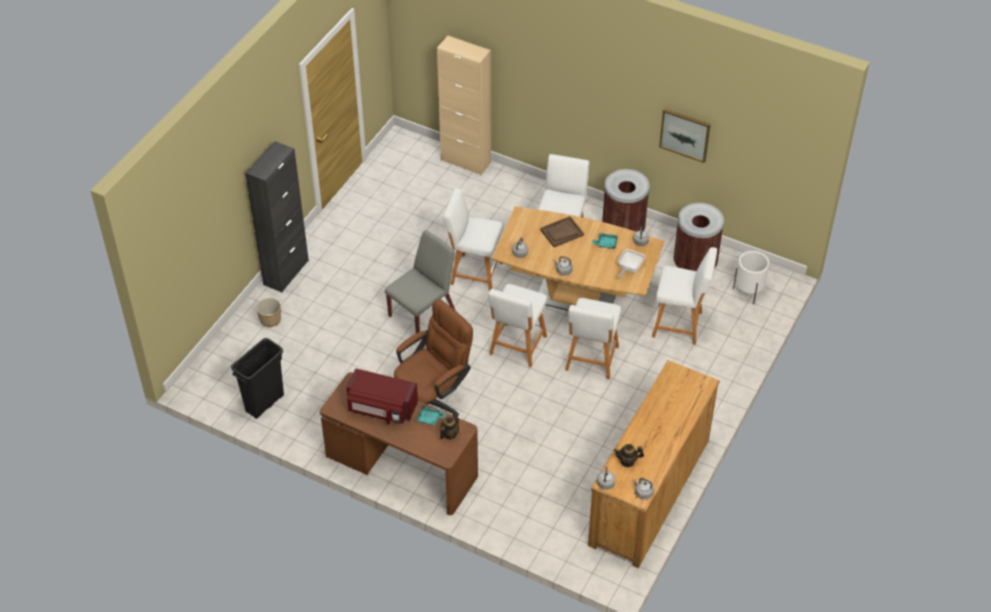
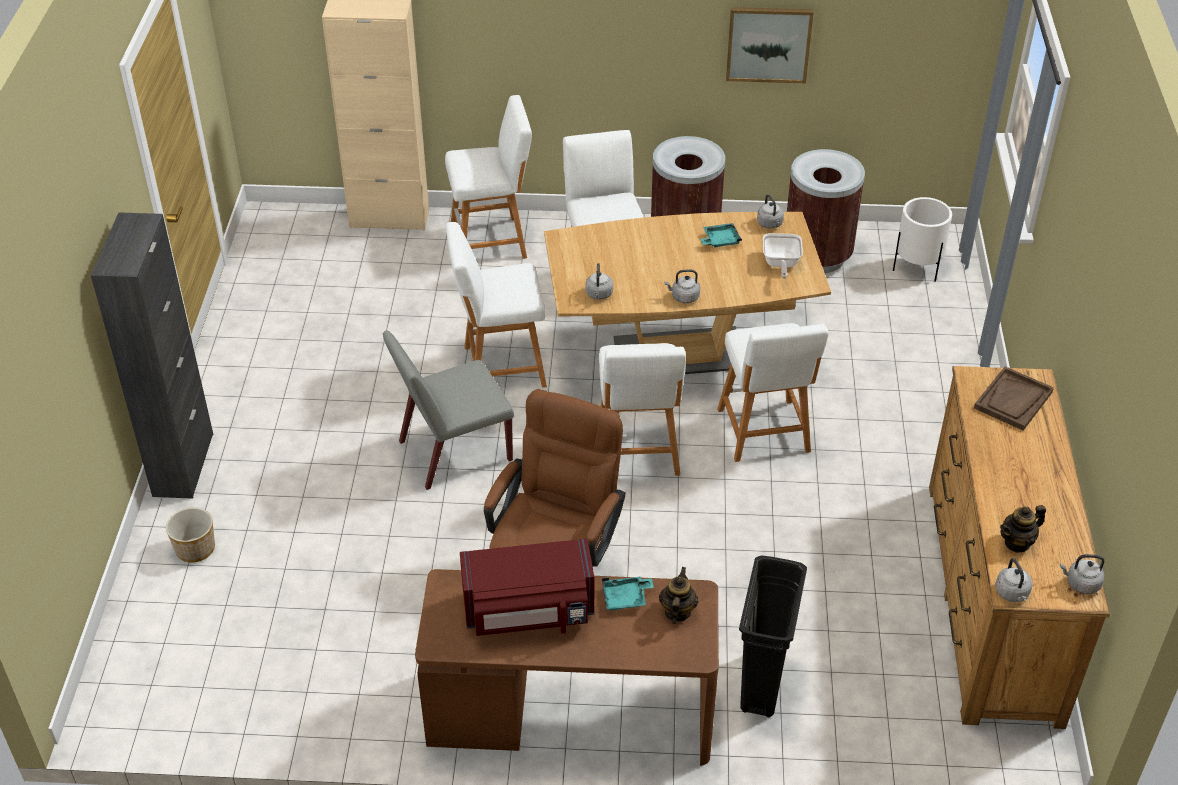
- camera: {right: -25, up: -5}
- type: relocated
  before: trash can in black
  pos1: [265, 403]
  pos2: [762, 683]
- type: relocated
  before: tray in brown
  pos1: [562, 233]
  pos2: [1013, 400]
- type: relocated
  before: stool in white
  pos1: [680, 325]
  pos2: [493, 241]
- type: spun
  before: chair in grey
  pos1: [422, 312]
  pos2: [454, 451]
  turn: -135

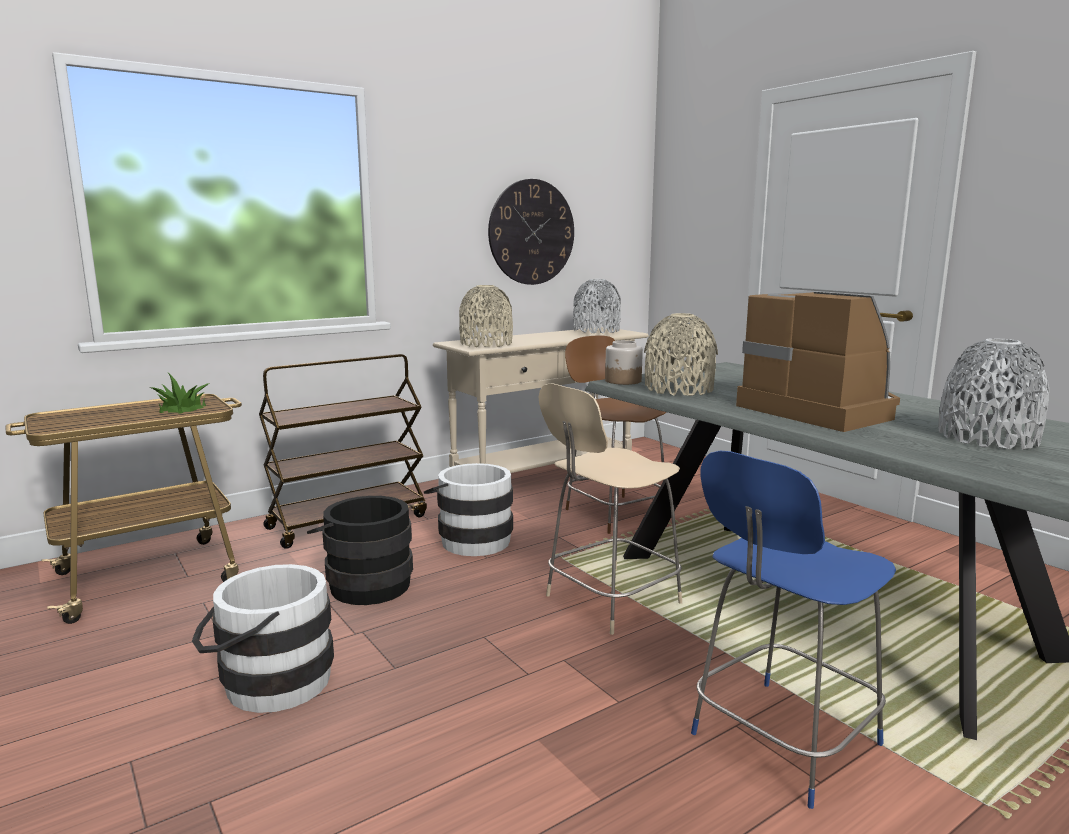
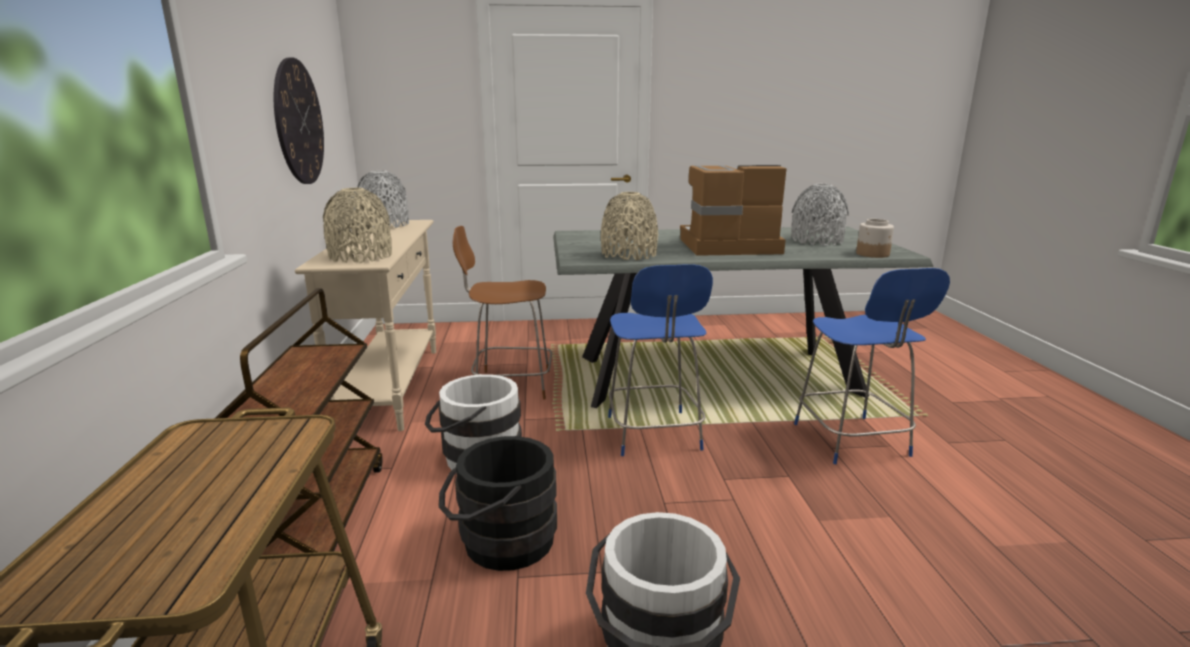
- camera: {right: -60, up: 5}
- type: missing
  before: potted plant
  pos1: [182, 408]
- type: relocated
  before: jar
  pos1: [623, 381]
  pos2: [873, 254]
- type: colour
  before: chair in beige
  after: chair in blue
  pos1: [609, 601]
  pos2: [654, 435]

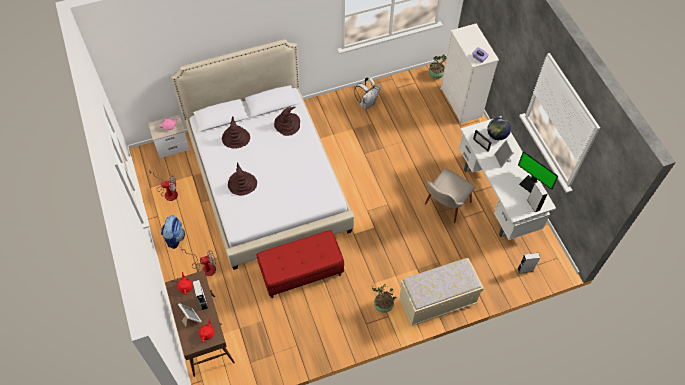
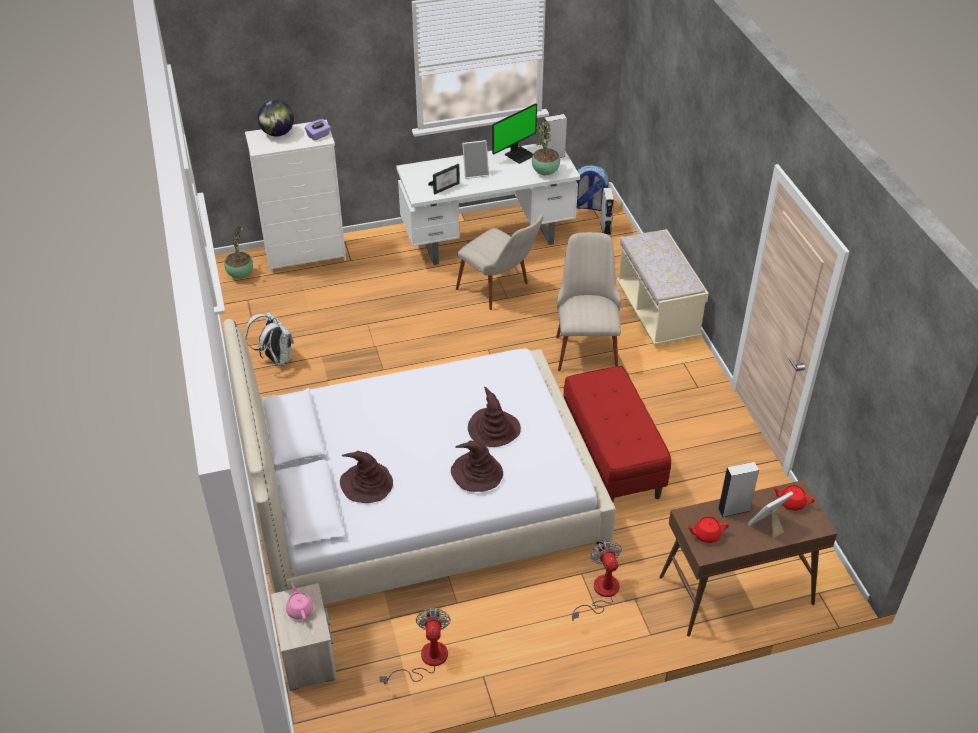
- camera: {right: -85, up: -15}
- type: appeared
  after: chair in beige
  pos2: [586, 345]
- type: relocated
  before: backpack
  pos1: [174, 238]
  pos2: [588, 206]
- type: relocated
  before: hat in brown
  pos1: [287, 124]
  pos2: [493, 429]
- type: relocated
  before: potted plant
  pos1: [382, 306]
  pos2: [545, 173]
- type: relocated
  before: globe
  pos1: [496, 135]
  pos2: [277, 133]

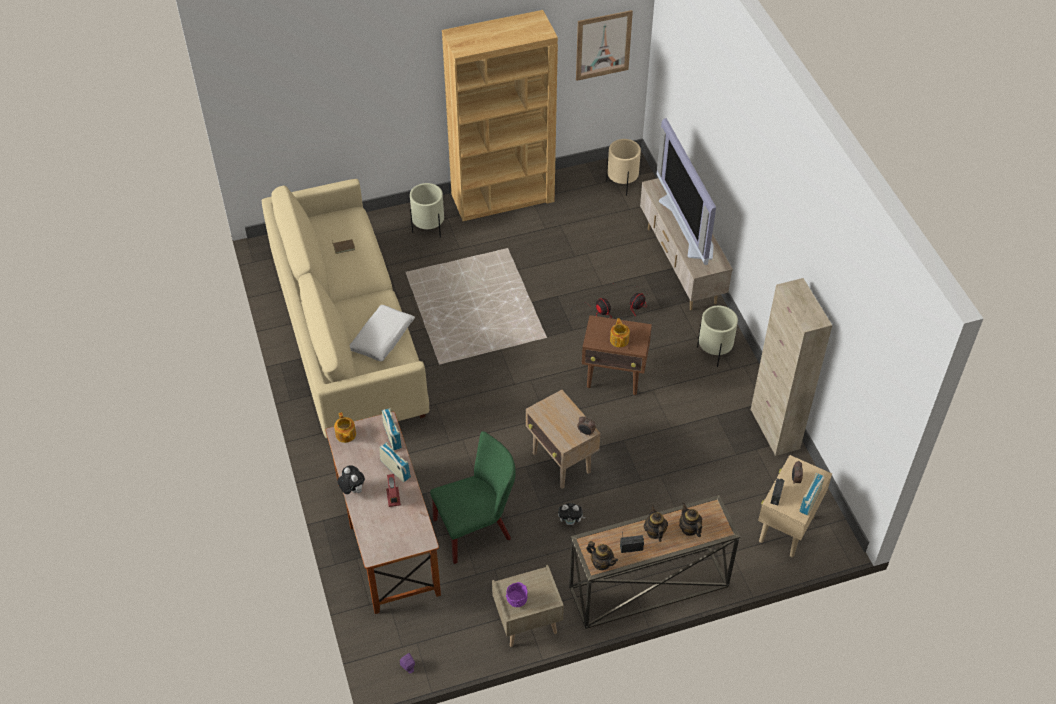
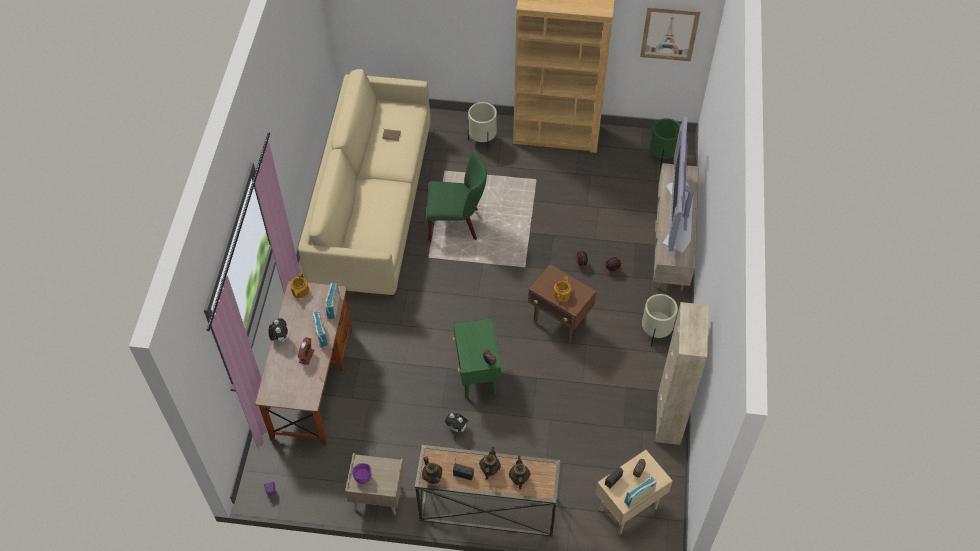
- camera: {right: 25, up: 5}
- type: missing
  before: pillow in white
  pos1: [382, 338]
- type: relocated
  before: chair in green
  pos1: [477, 528]
  pos2: [457, 223]
- type: colour
  before: side table in beige
  after: side table in green
  pos1: [561, 463]
  pos2: [477, 377]
- type: colour
  before: planter in beige
  after: planter in green
  pos1: [622, 184]
  pos2: [661, 157]

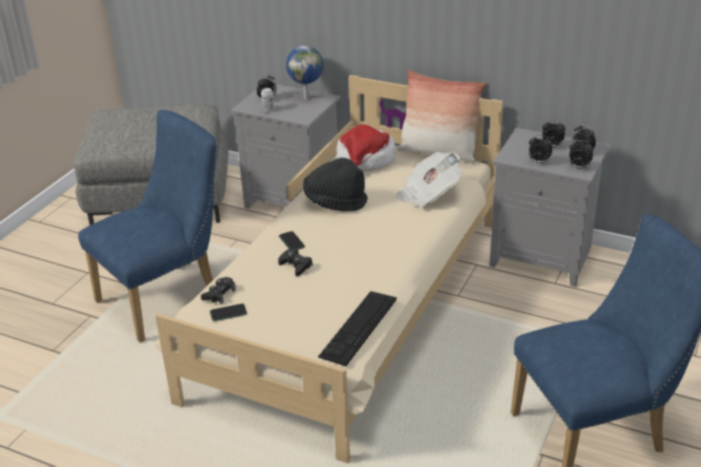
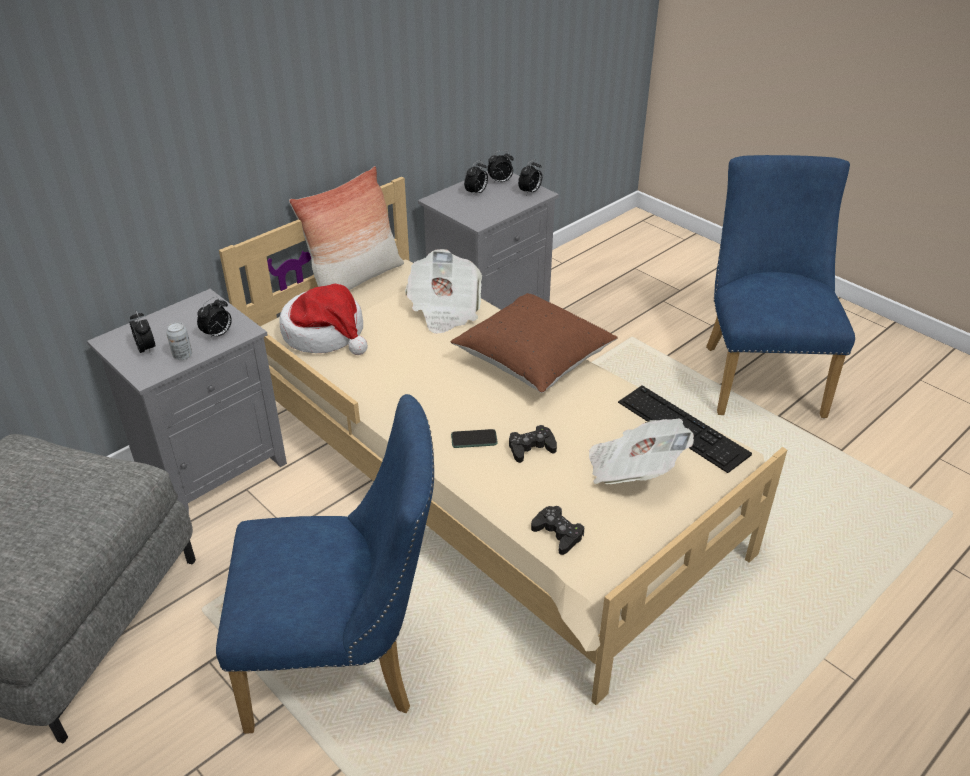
- camera: {right: -70, up: 5}
- type: missing
  before: phone
  pos1: [228, 313]
- type: missing
  before: globe
  pos1: [307, 97]
- type: missing
  before: hat in black
  pos1: [335, 202]
- type: appeared
  after: pillow in brown
  pos2: [533, 361]
- type: appeared
  after: newspaper
  pos2: [633, 470]
- type: relocated
  before: alarm clock
  pos1: [538, 162]
  pos2: [218, 335]
- type: spun
  before: chair in blue
  pos1: [167, 298]
  pos2: [346, 664]
  turn: 105

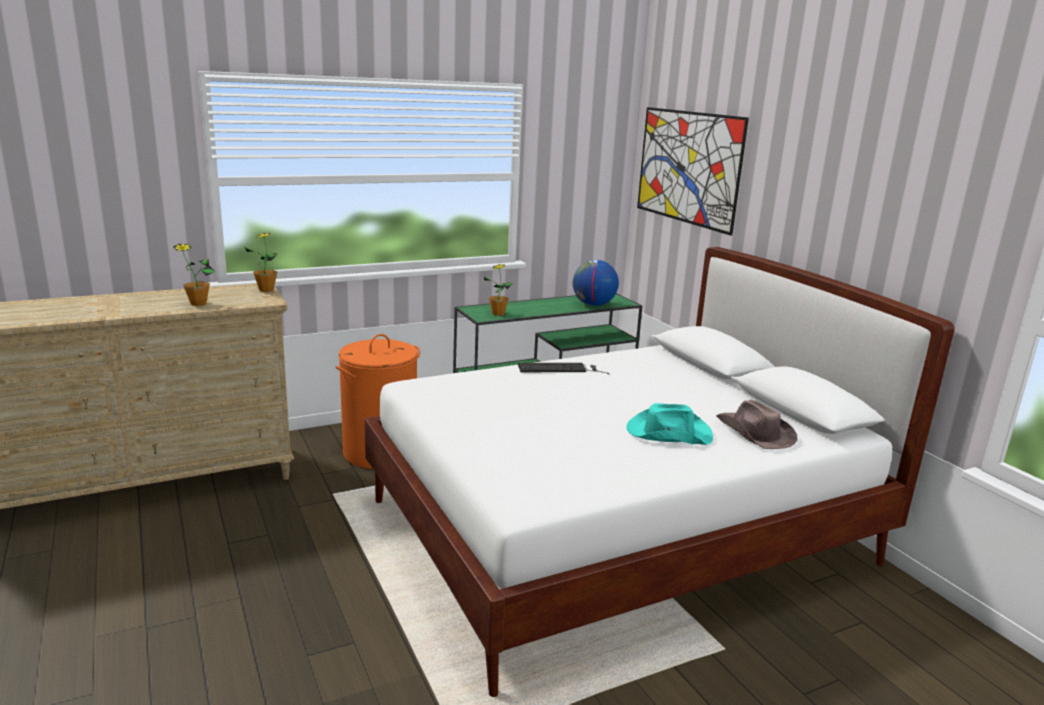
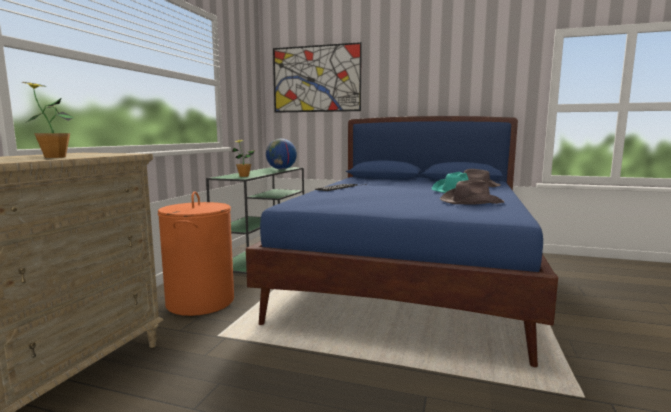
- camera: {right: -45, up: -10}
- type: missing
  before: potted plant
  pos1: [266, 290]
- type: appeared
  after: hat in brown
  pos2: [470, 202]
- type: colour
  before: bed in white
  after: bed in blue
  pos1: [619, 532]
  pos2: [410, 279]

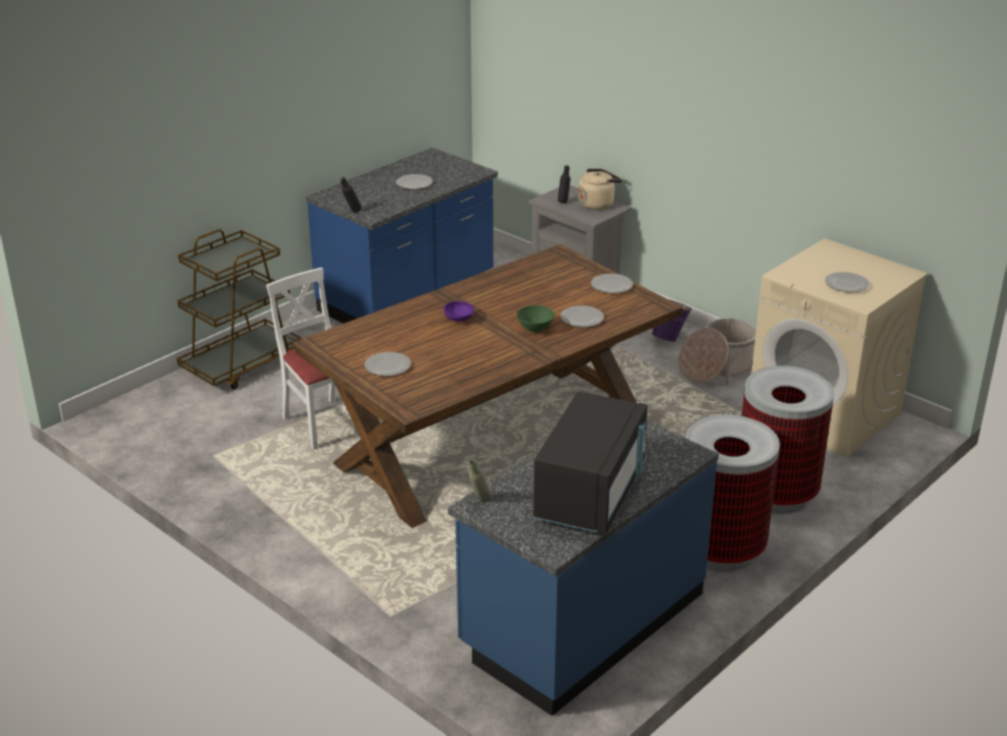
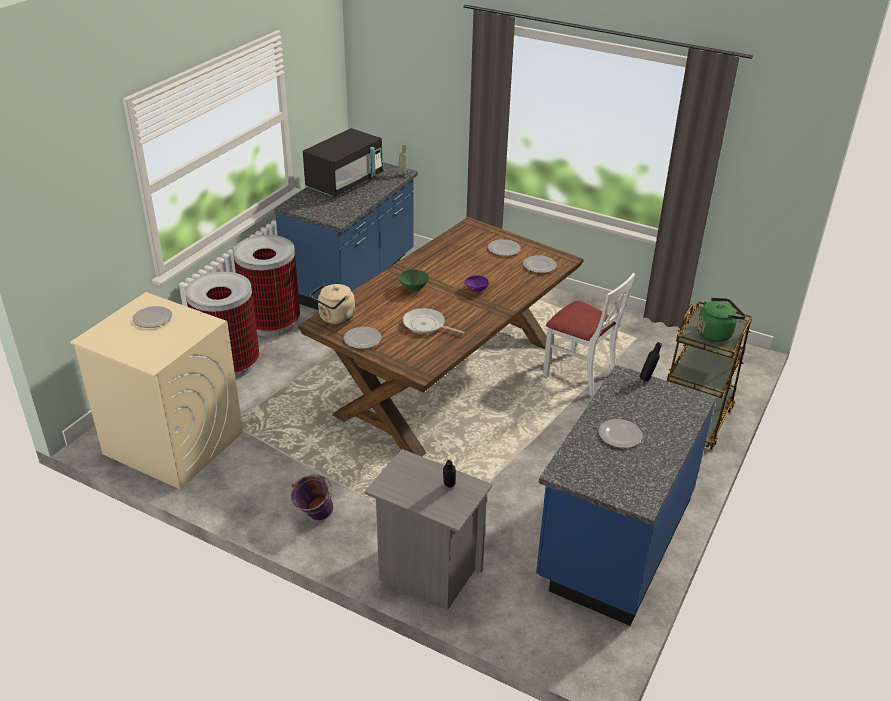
- camera: {right: 165, up: 5}
- type: missing
  before: basket
  pos1: [719, 367]
- type: appeared
  after: frying pan
  pos2: [426, 325]
- type: appeared
  after: kettle in green
  pos2: [716, 333]
- type: relocated
  before: plate
  pos1: [582, 318]
  pos2: [539, 266]
- type: relocated
  before: kettle in beige
  pos1: [597, 204]
  pos2: [335, 318]
- type: spun
  before: microwave in black
  pos1: [590, 494]
  pos2: [345, 182]
  turn: -150

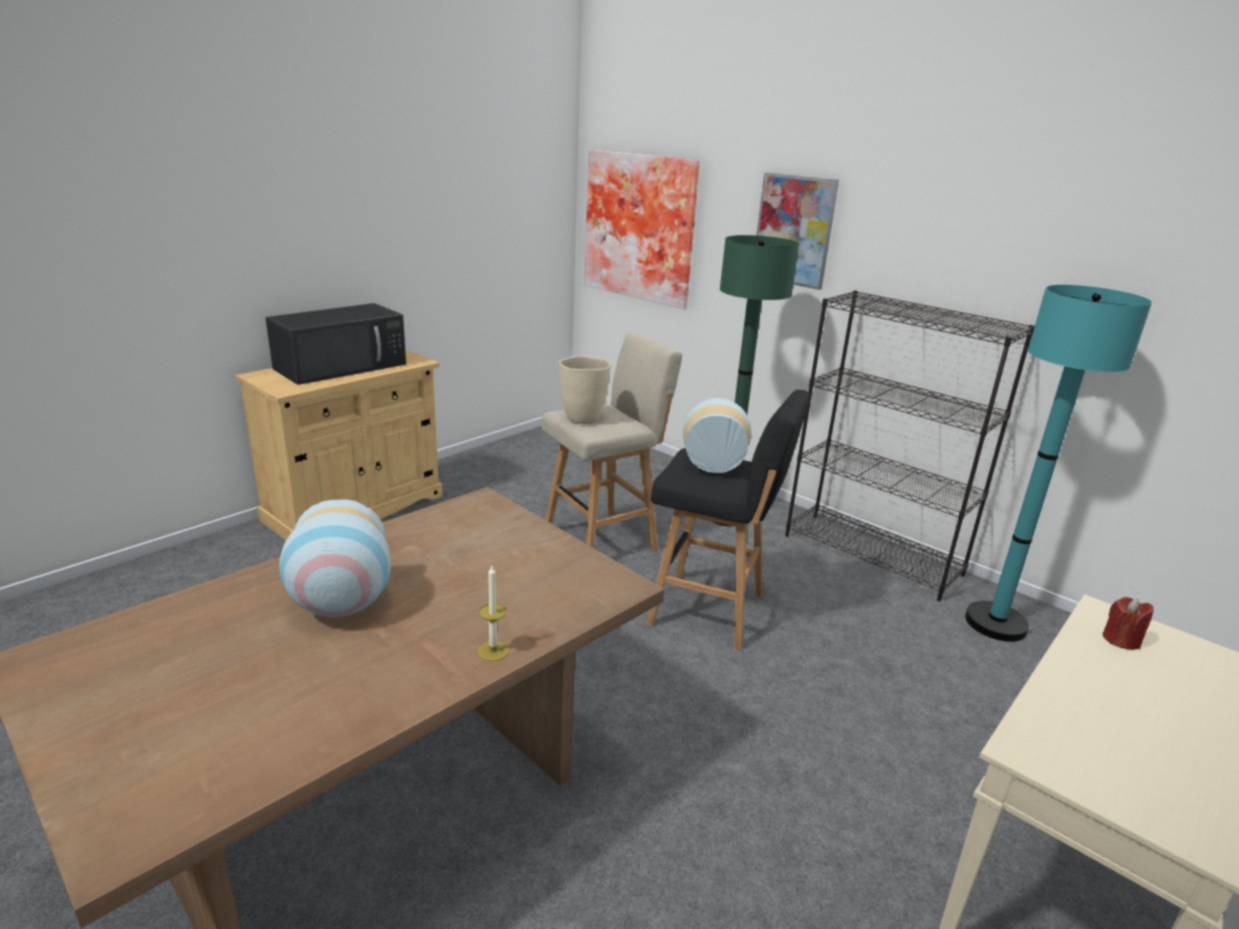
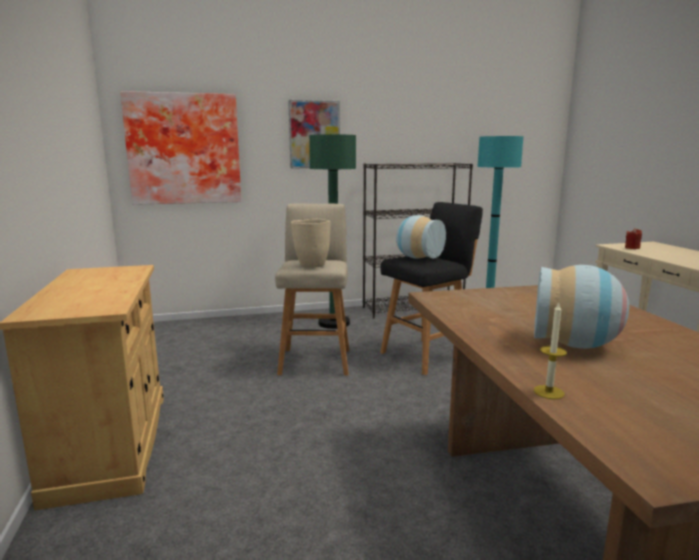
- camera: {right: -55, up: -10}
- type: missing
  before: microwave in black
  pos1: [342, 366]
- type: relocated
  before: candle
  pos1: [493, 651]
  pos2: [548, 392]

